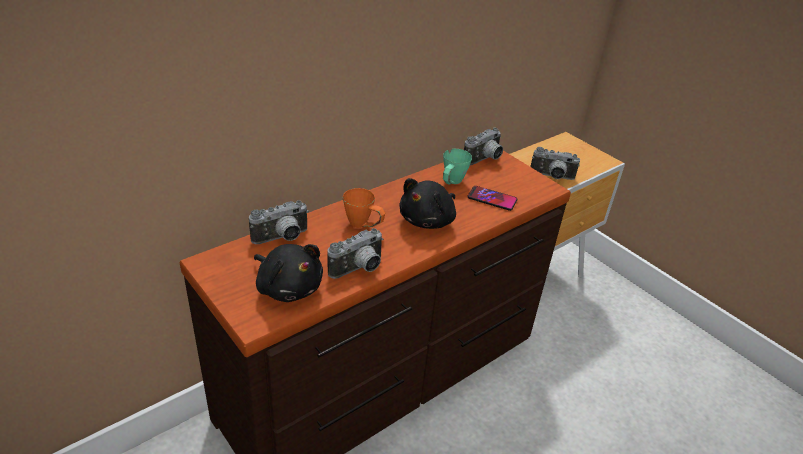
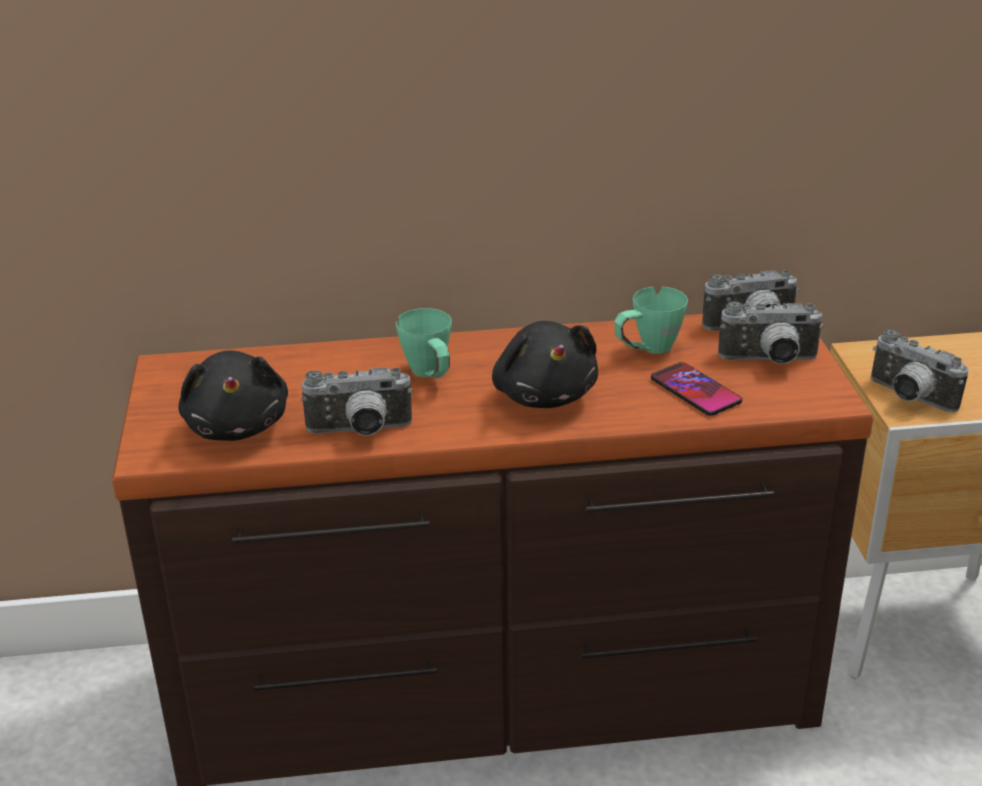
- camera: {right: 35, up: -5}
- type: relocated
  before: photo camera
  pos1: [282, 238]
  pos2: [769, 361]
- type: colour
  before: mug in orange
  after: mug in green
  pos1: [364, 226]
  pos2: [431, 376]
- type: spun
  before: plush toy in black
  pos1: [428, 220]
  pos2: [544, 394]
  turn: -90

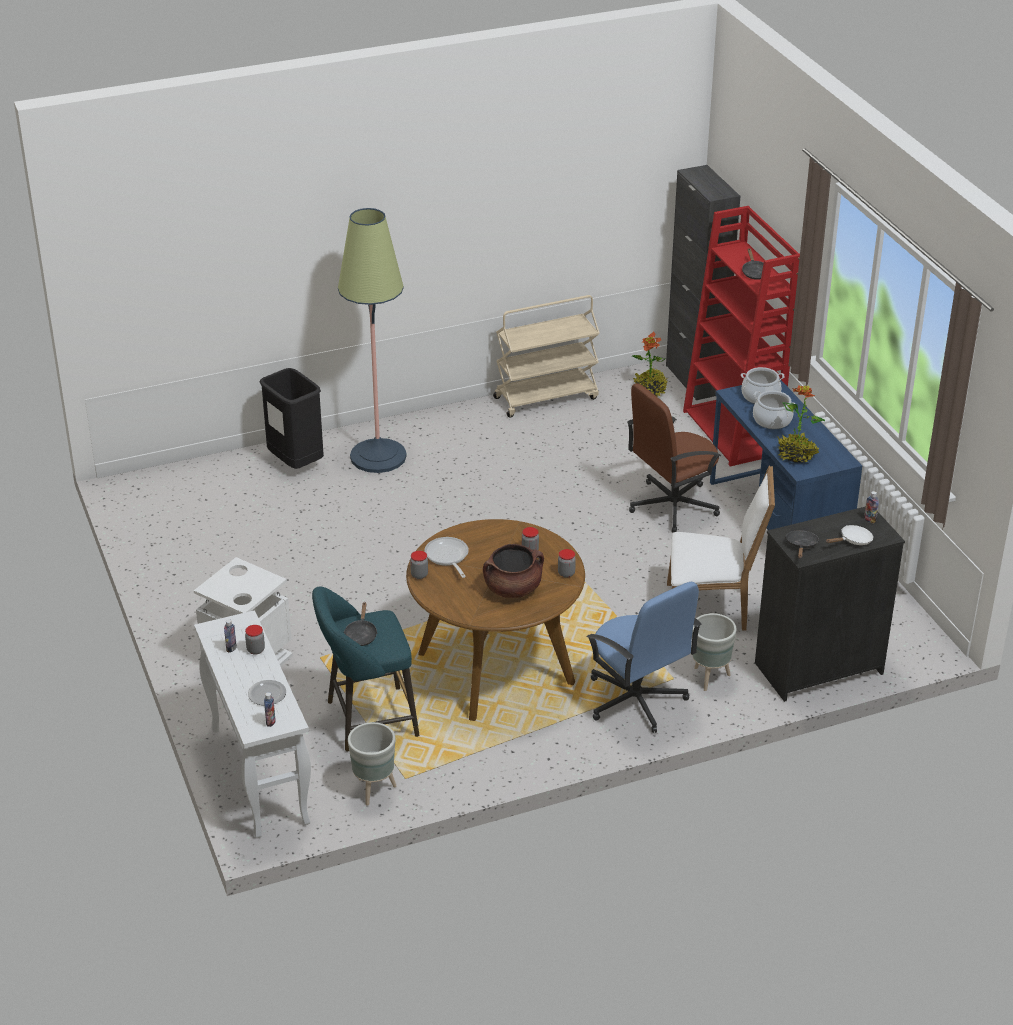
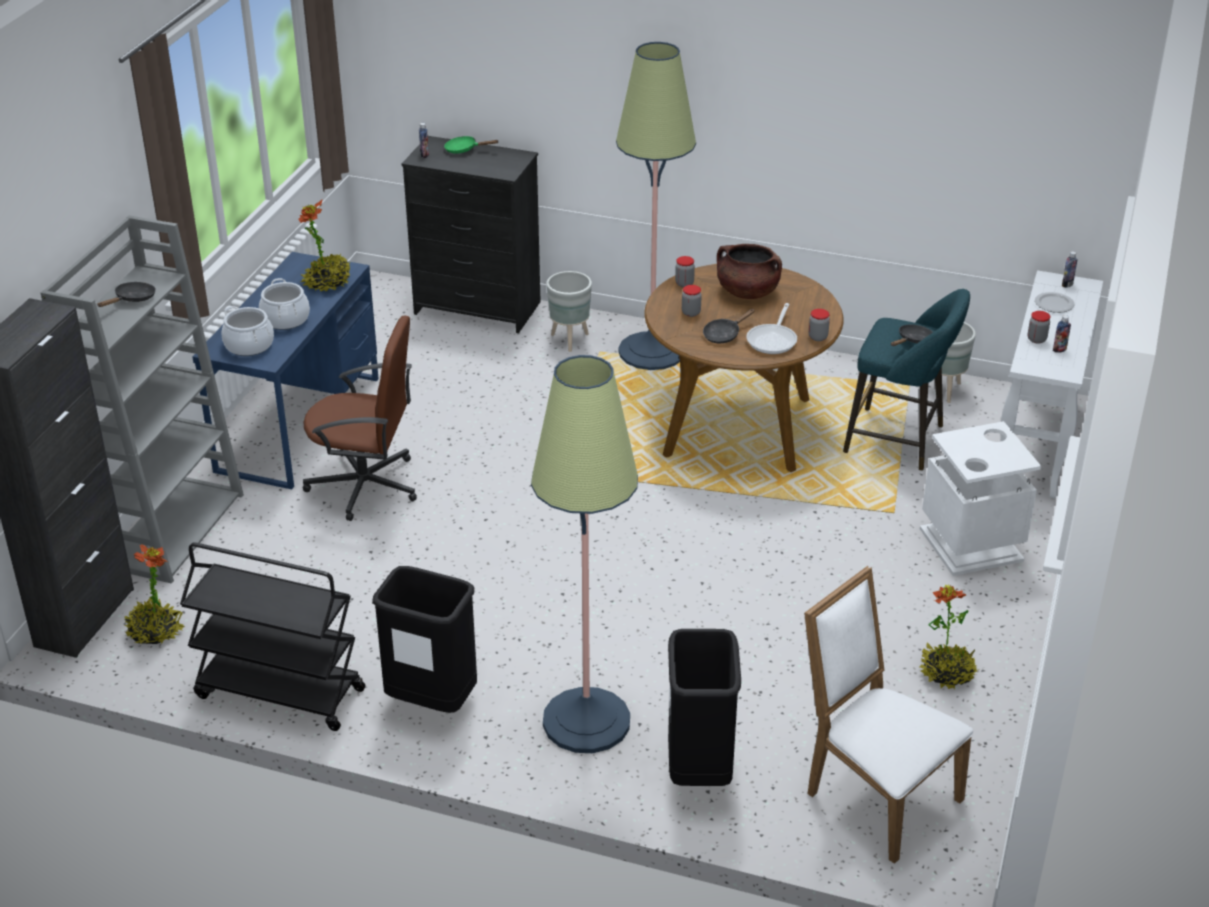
- camera: {right: -140, up: 0}
- type: appeared
  after: trash can in black
  pos2: [431, 702]
- type: appeared
  after: potted plant
  pos2: [947, 673]
- type: relocated
  before: chair in white
  pos1: [712, 609]
  pos2: [875, 795]
- type: relocated
  before: frying pan in black
  pos1: [801, 546]
  pos2: [724, 334]
- type: exchanged
  before: office chair in blue
  after: floor lamp
  pos1: [636, 701]
  pos2: [652, 352]
- type: colour
  before: cart in beige
  after: cart in black
  pos1: [546, 397]
  pos2: [278, 693]
- type: colour
  before: bookcase in red
  after: bookcase in grey
  pos1: [732, 433]
  pos2: [173, 528]
- type: colour
  before: frying pan in white
  after: frying pan in green
  pos1: [853, 540]
  pos2: [464, 149]

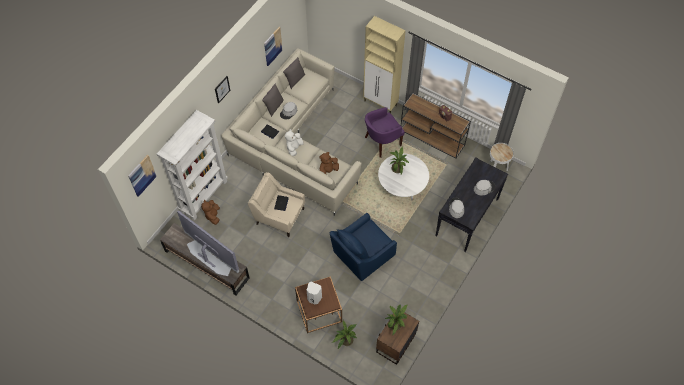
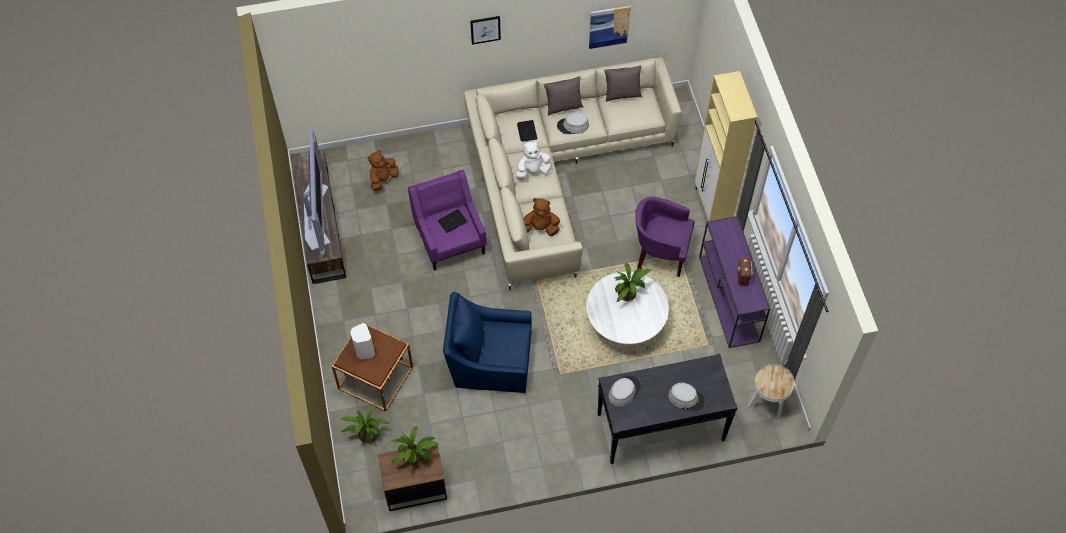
- camera: {right: 45, up: 0}
- type: missing
  before: picture
  pos1: [142, 175]
- type: missing
  before: bookcase in white
  pos1: [203, 195]
- type: colour
  before: armchair in beige
  after: armchair in purple
  pos1: [279, 216]
  pos2: [450, 239]
- type: colour
  before: console table in brown
  after: console table in purple
  pos1: [433, 137]
  pos2: [729, 299]

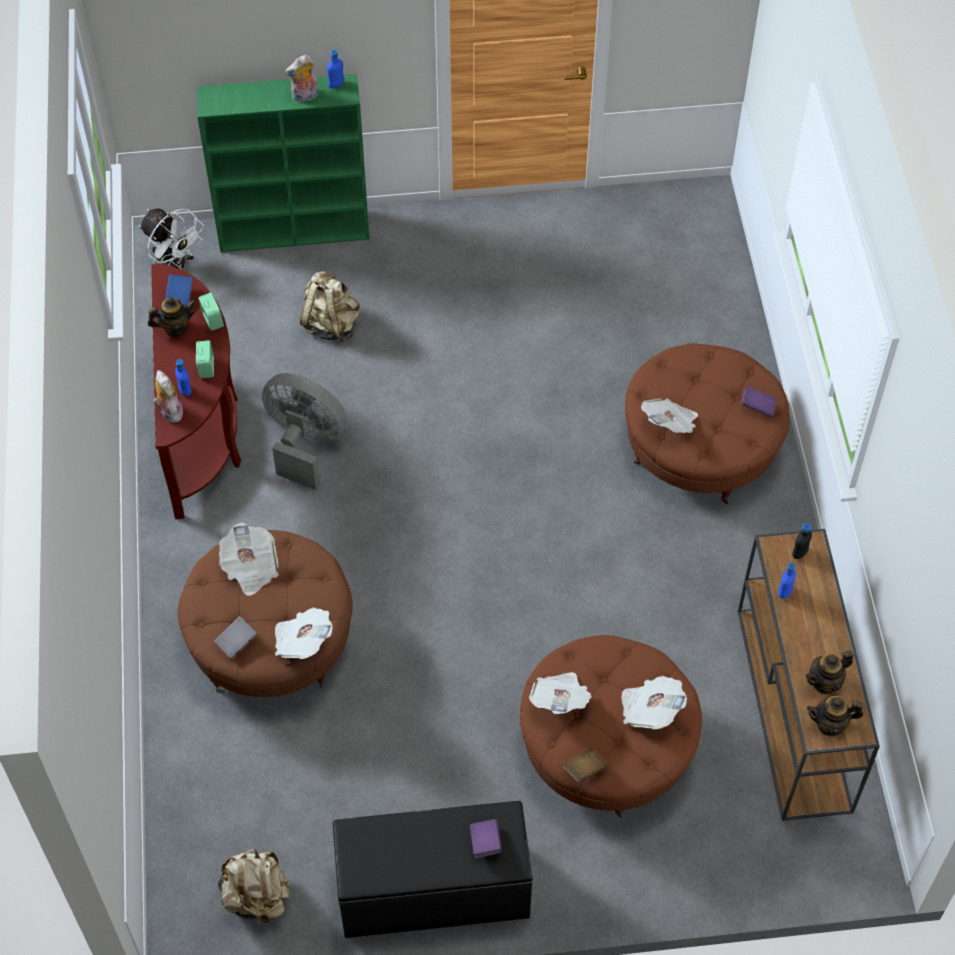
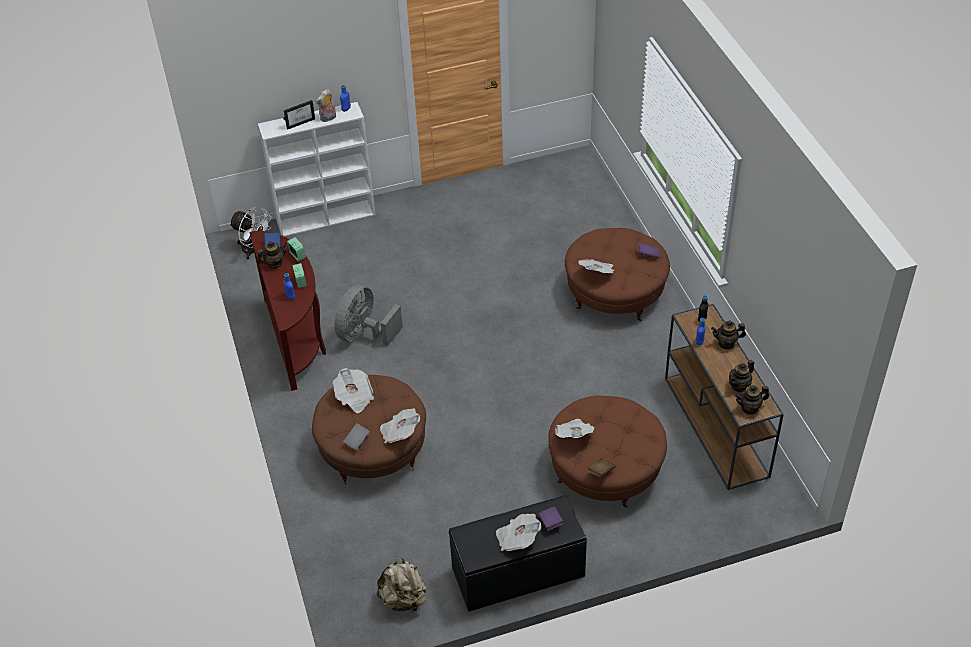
- camera: {right: -10, up: -10}
- type: missing
  before: plush toy
  pos1: [169, 411]
- type: missing
  before: backpack in beige
  pos1: [331, 324]
- type: appeared
  after: picture frame
  pos2: [300, 122]
- type: appeared
  after: teapot
  pos2: [726, 343]
- type: relocated
  before: newspaper
  pos1: [650, 709]
  pos2: [517, 539]
- type: colour
  before: bookcase in green
  after: bookcase in white
  pos1: [295, 230]
  pos2: [327, 217]
- type: spun
  before: fan in grey
  pos1: [304, 444]
  pos2: [365, 334]
  turn: -75

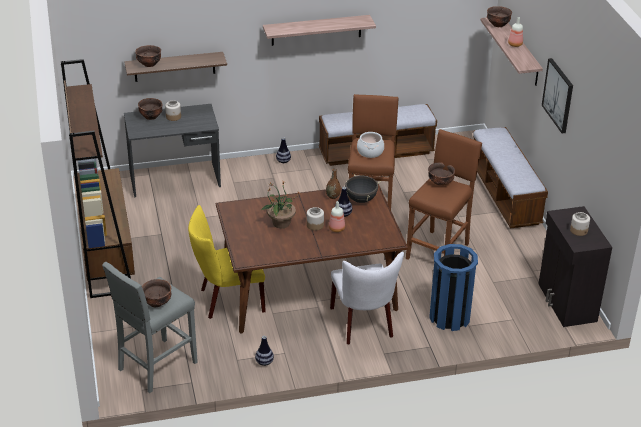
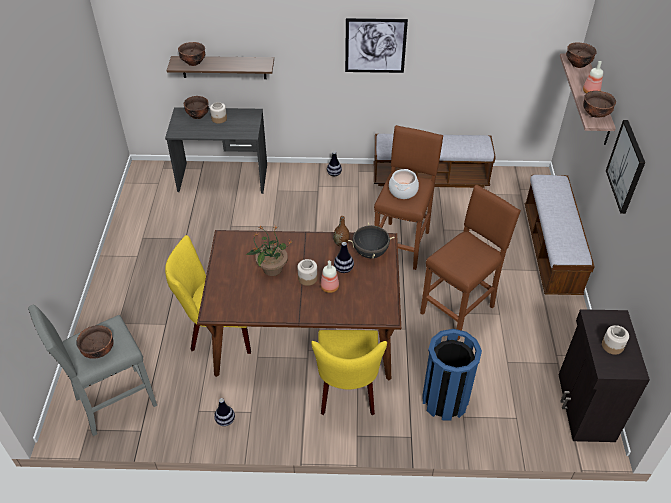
- camera: {right: 15, up: 10}
- type: missing
  before: bookcase in brown
  pos1: [106, 253]
- type: relocated
  before: bowl in brown
  pos1: [440, 182]
  pos2: [595, 114]
- type: exchanged
  before: shelf
  after: picture
  pos1: [316, 30]
  pos2: [375, 45]
- type: colour
  before: chair in white
  after: chair in yellow
  pos1: [364, 325]
  pos2: [347, 392]

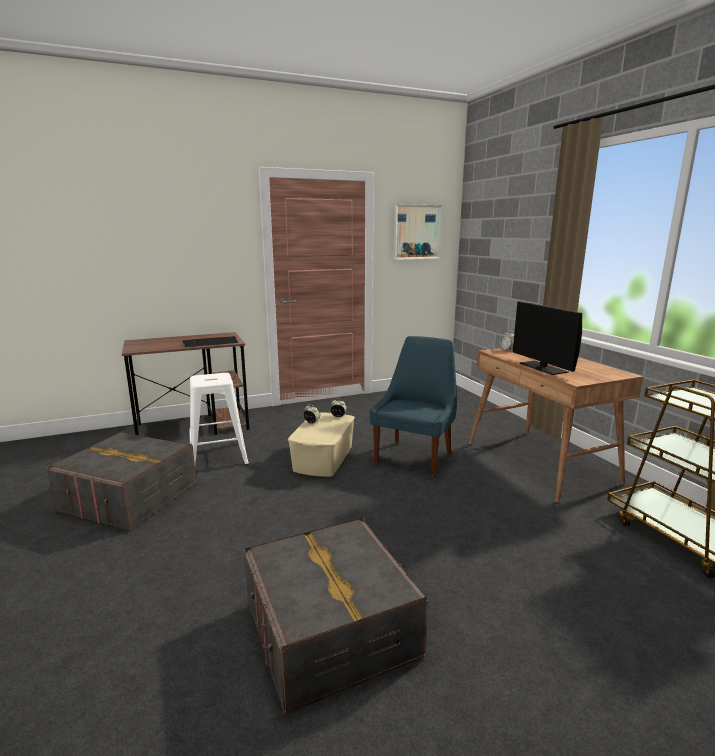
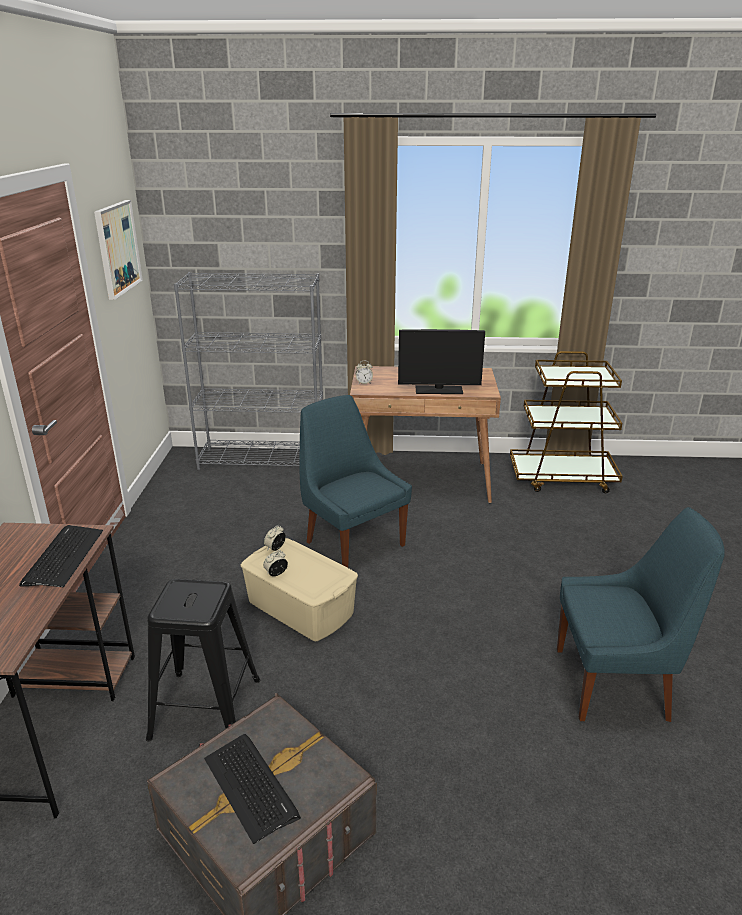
- camera: {right: -65, up: 10}
- type: appeared
  after: bookcase in grey
  pos2: [263, 460]
- type: appeared
  after: keyboard
  pos2: [251, 786]
- type: exchanged
  before: storage box in grey
  after: chair in blue
  pos1: [331, 630]
  pos2: [616, 684]
- type: colour
  before: stool in white
  after: stool in black
  pos1: [217, 457]
  pos2: [206, 709]

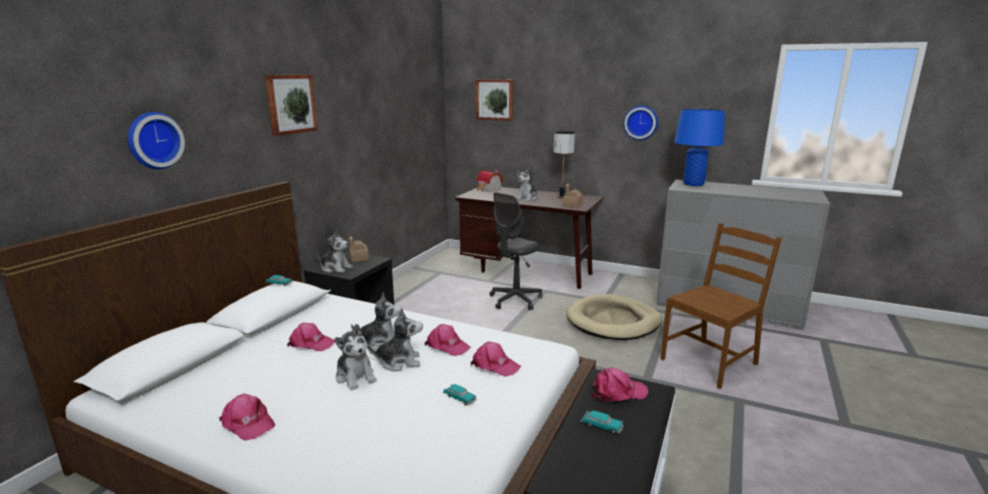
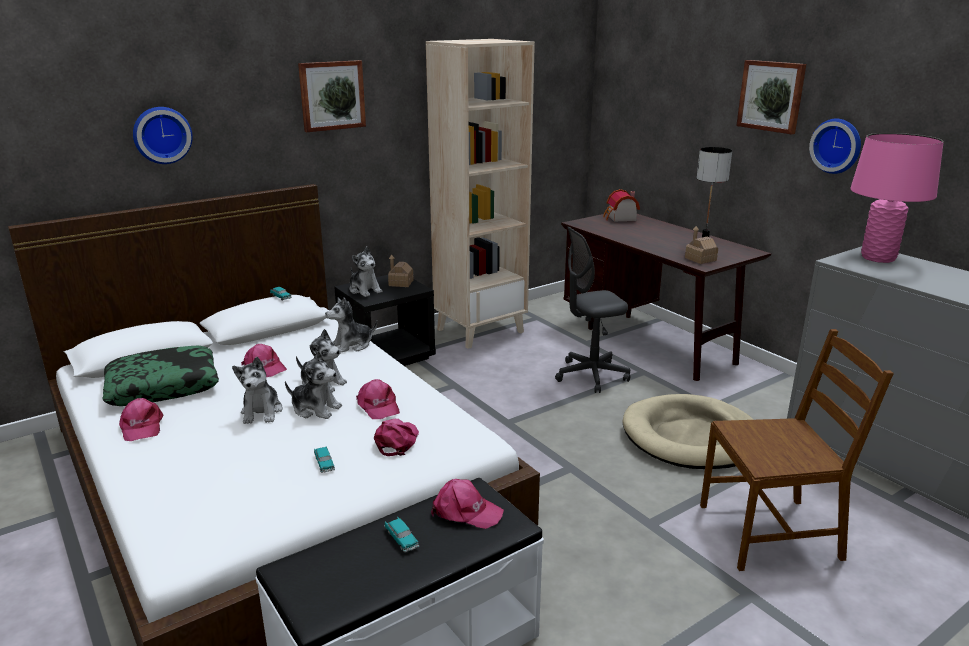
- camera: {right: 30, up: 5}
- type: appeared
  after: pillow
  pos2: [163, 386]
- type: appeared
  after: bookcase in beige
  pos2: [480, 330]
- type: relocated
  before: picture
  pos1: [495, 99]
  pos2: [771, 96]
- type: relocated
  before: plush toy
  pos1: [527, 199]
  pos2: [352, 345]
- type: colour
  before: table lamp in blue
  after: table lamp in pink
  pos1: [693, 184]
  pos2: [878, 258]
- type: spun
  before: cap in pink
  pos1: [495, 365]
  pos2: [397, 441]
  turn: -135

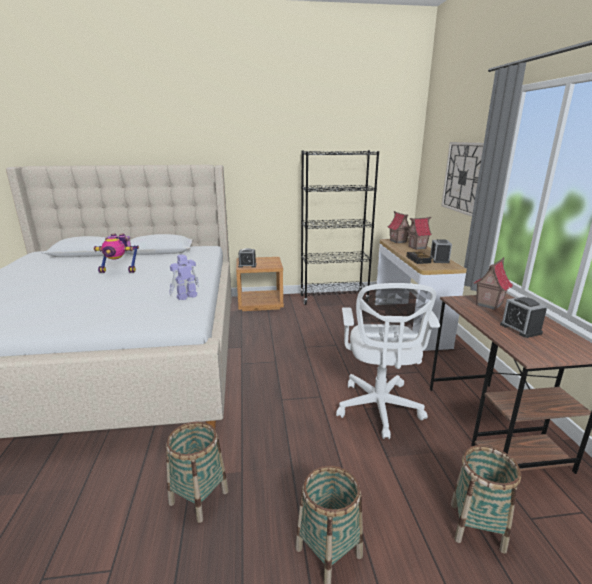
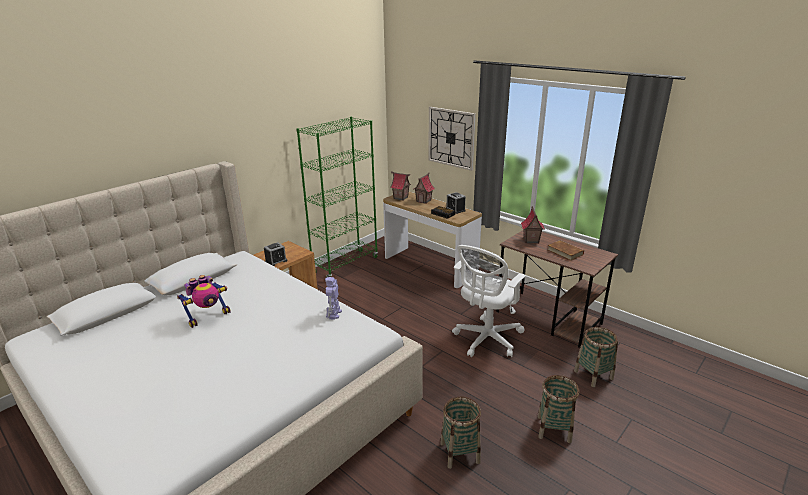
- camera: {right: -40, up: 5}
- type: exchanged
  before: alarm clock
  after: book in brown
  pos1: [520, 329]
  pos2: [565, 252]
- type: colour
  before: bookcase in black
  after: bookcase in green
  pos1: [334, 298]
  pos2: [345, 265]
- type: spun
  before: office chair in white
  pos1: [379, 409]
  pos2: [486, 340]
  turn: 75

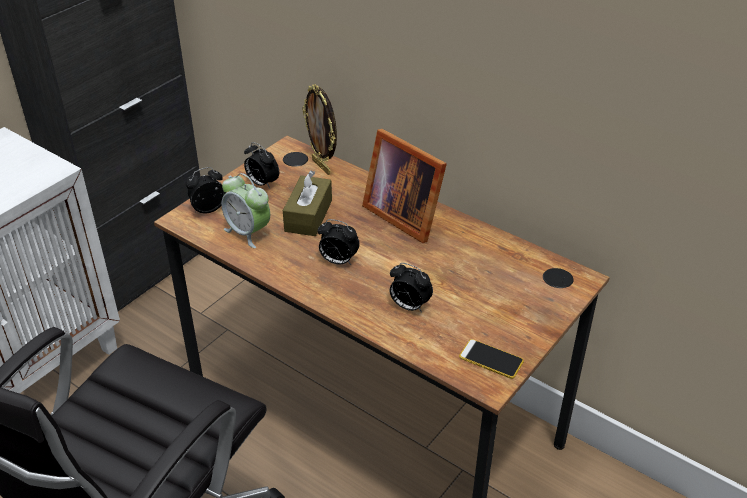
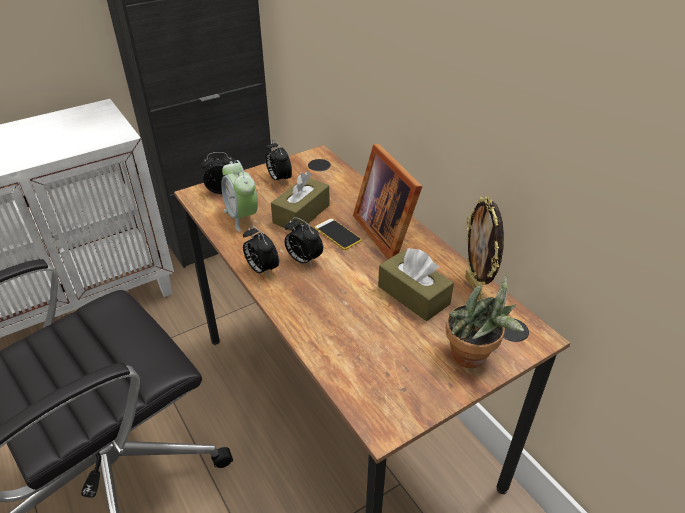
- camera: {right: 20, up: 0}
- type: appeared
  after: tissue box in brown
  pos2: [413, 295]
- type: appeared
  after: potted plant
  pos2: [473, 358]
- type: relocated
  before: picture frame
  pos1: [322, 166]
  pos2: [475, 288]
- type: relocated
  before: alarm clock
  pos1: [409, 306]
  pos2: [261, 269]
- type: relocated
  before: phone
  pos1: [491, 359]
  pos2: [337, 234]

